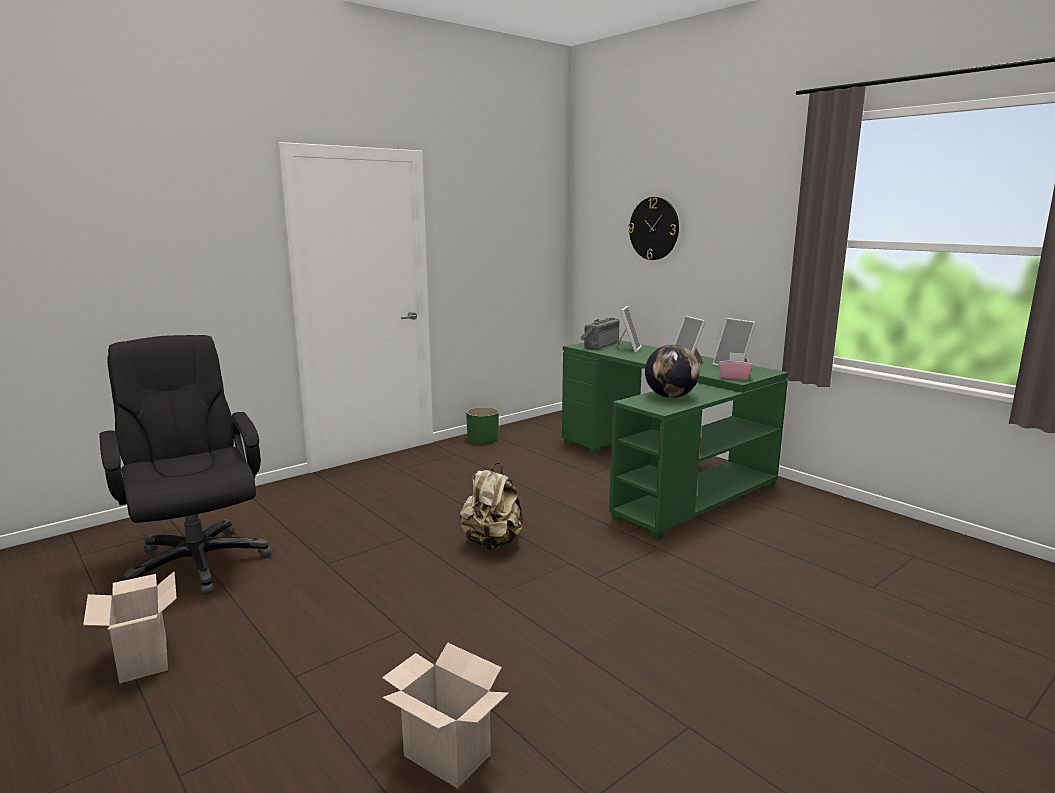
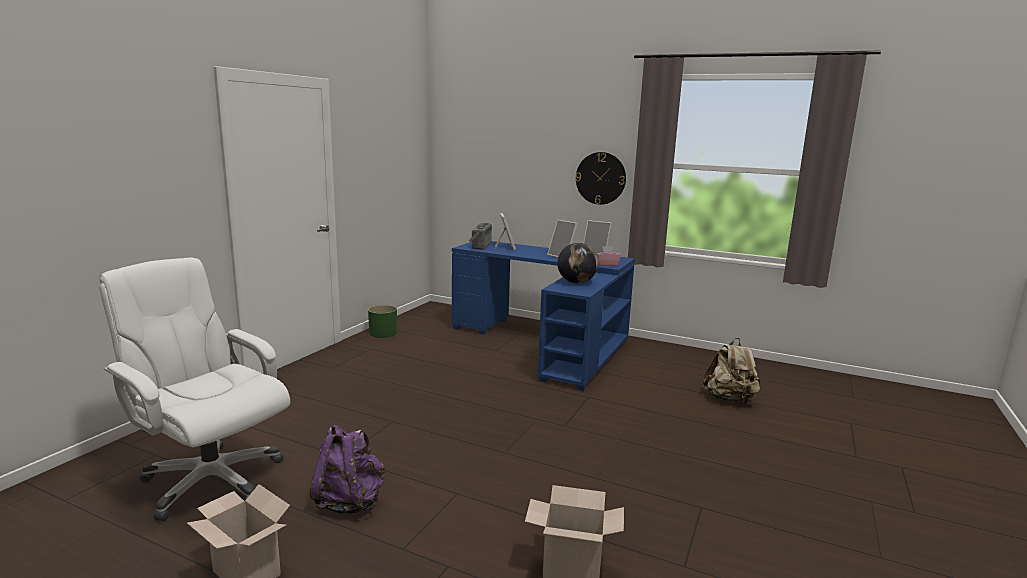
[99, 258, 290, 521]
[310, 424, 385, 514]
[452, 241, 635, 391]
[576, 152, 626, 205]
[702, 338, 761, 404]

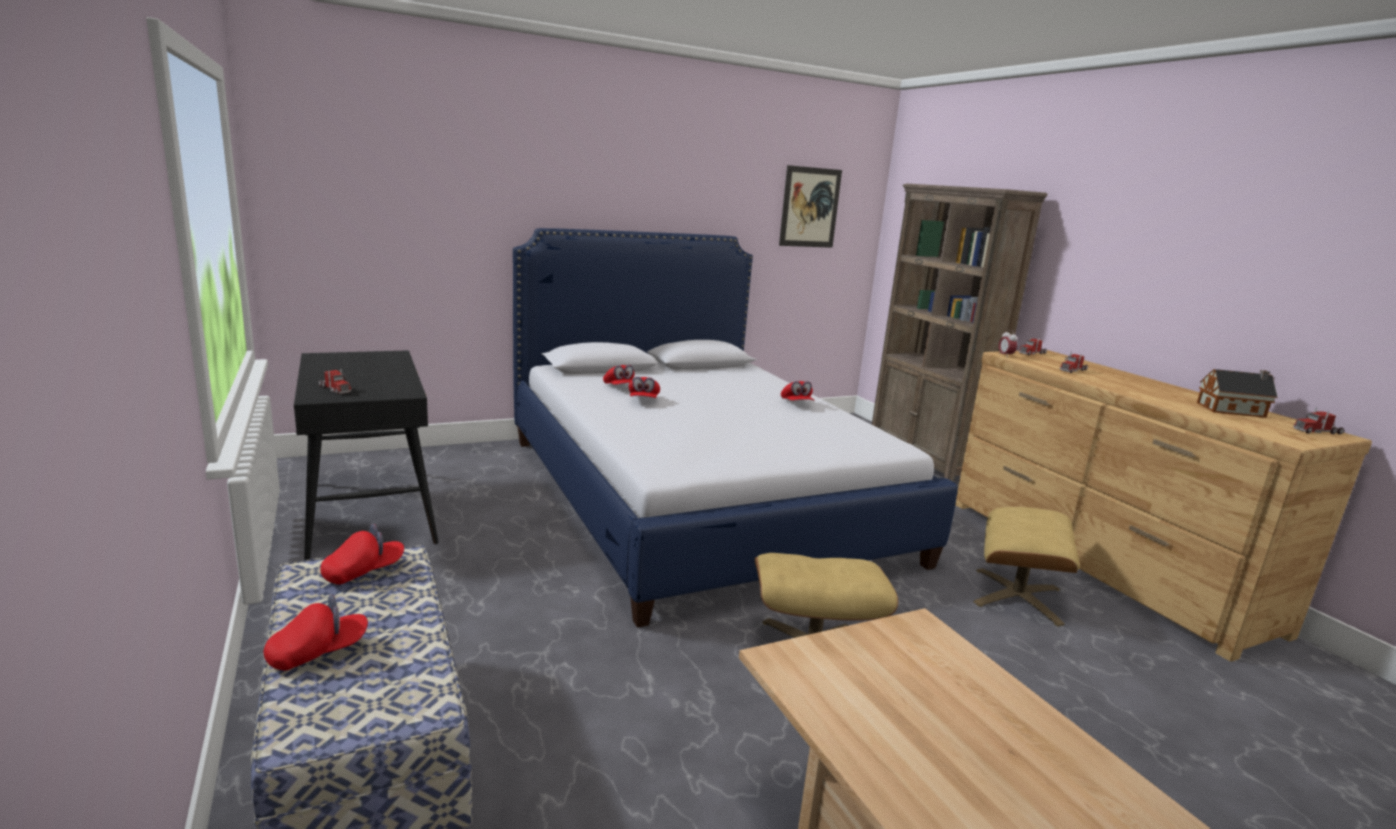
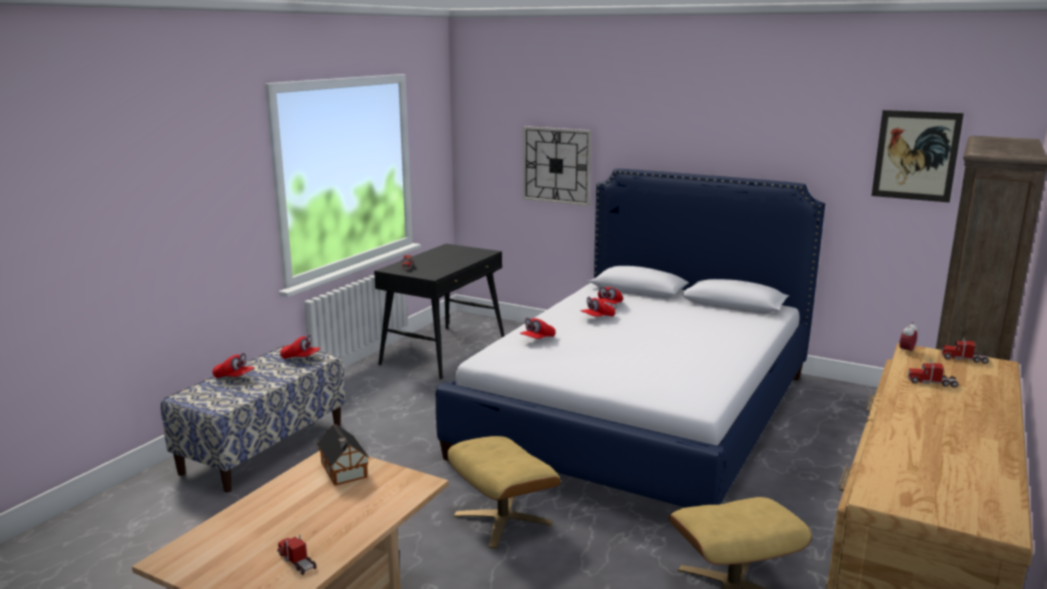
[277, 534, 317, 575]
[317, 424, 369, 486]
[520, 317, 556, 339]
[523, 126, 592, 206]

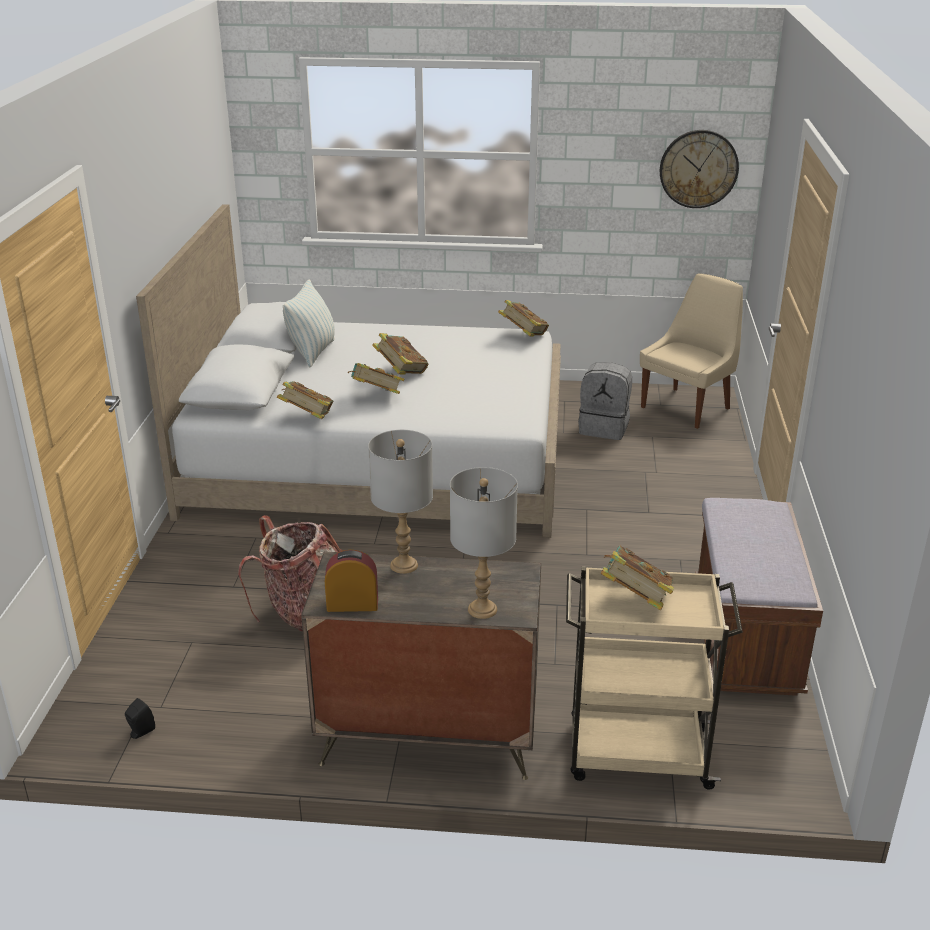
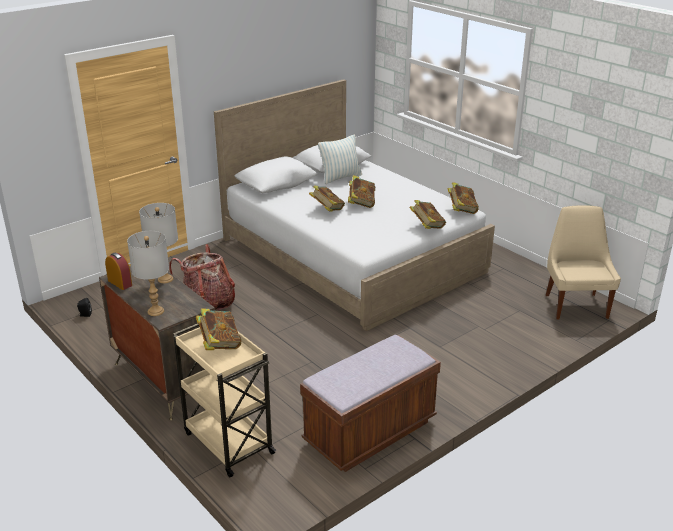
[409, 200, 446, 229]
[546, 205, 621, 320]
[578, 362, 632, 440] (first image)
[660, 130, 739, 208] (first image)

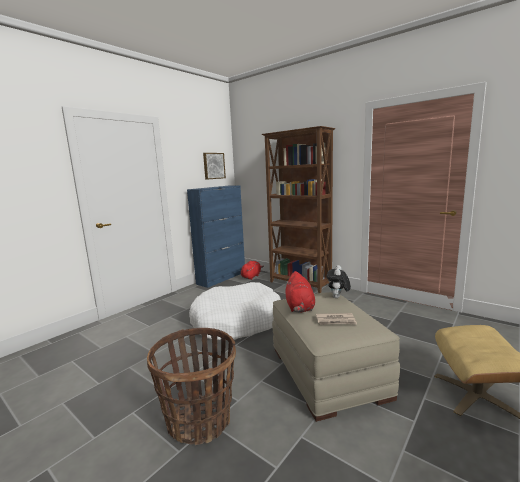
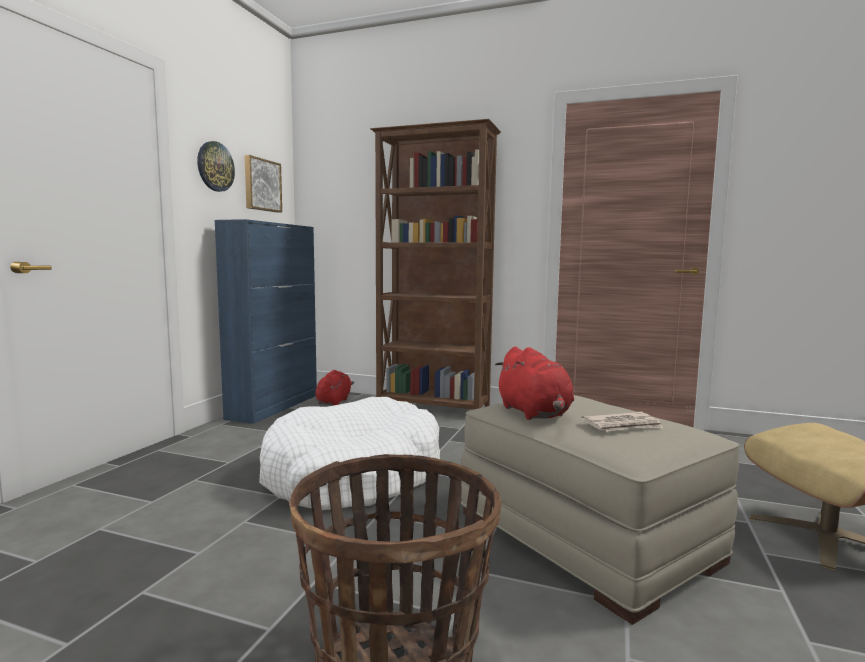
[197, 141, 235, 192]
[327, 265, 351, 298] (first image)

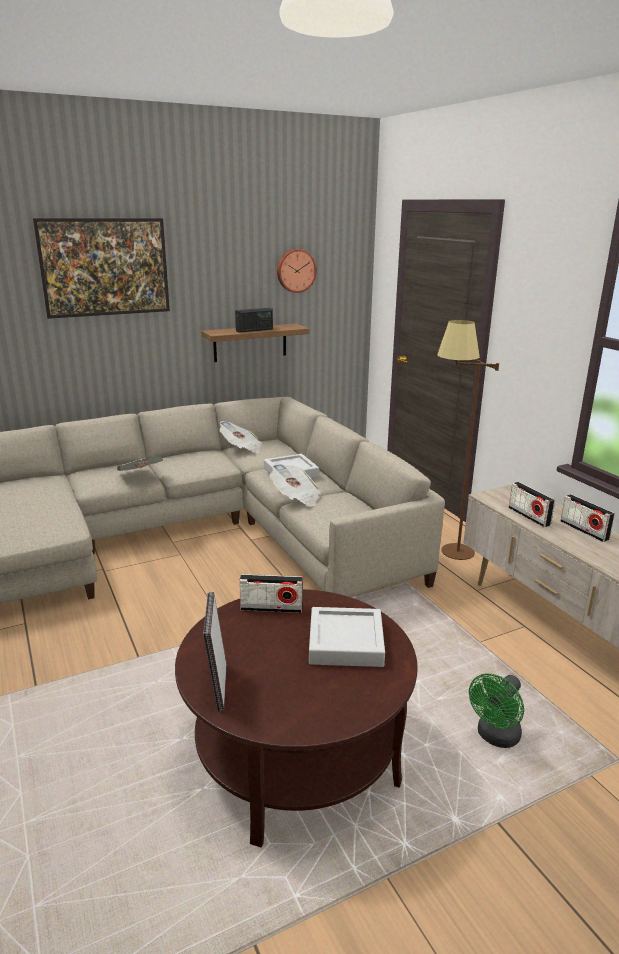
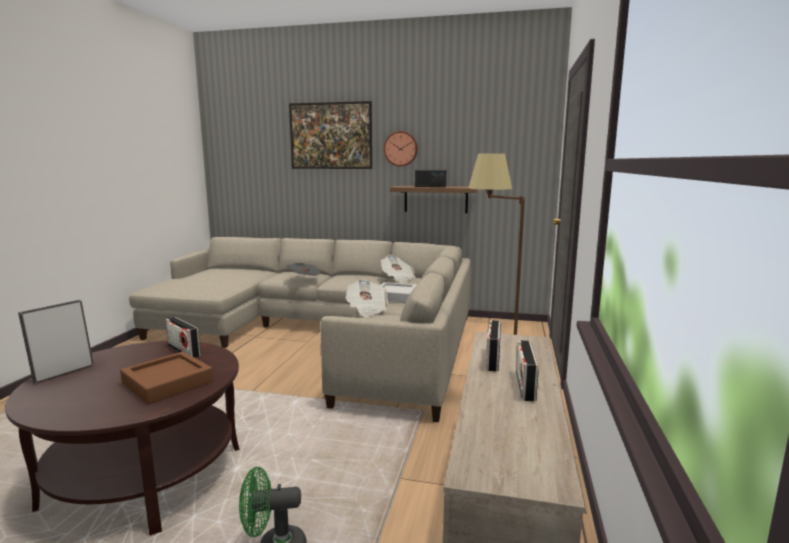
[120, 351, 213, 404]
[384, 131, 418, 166]

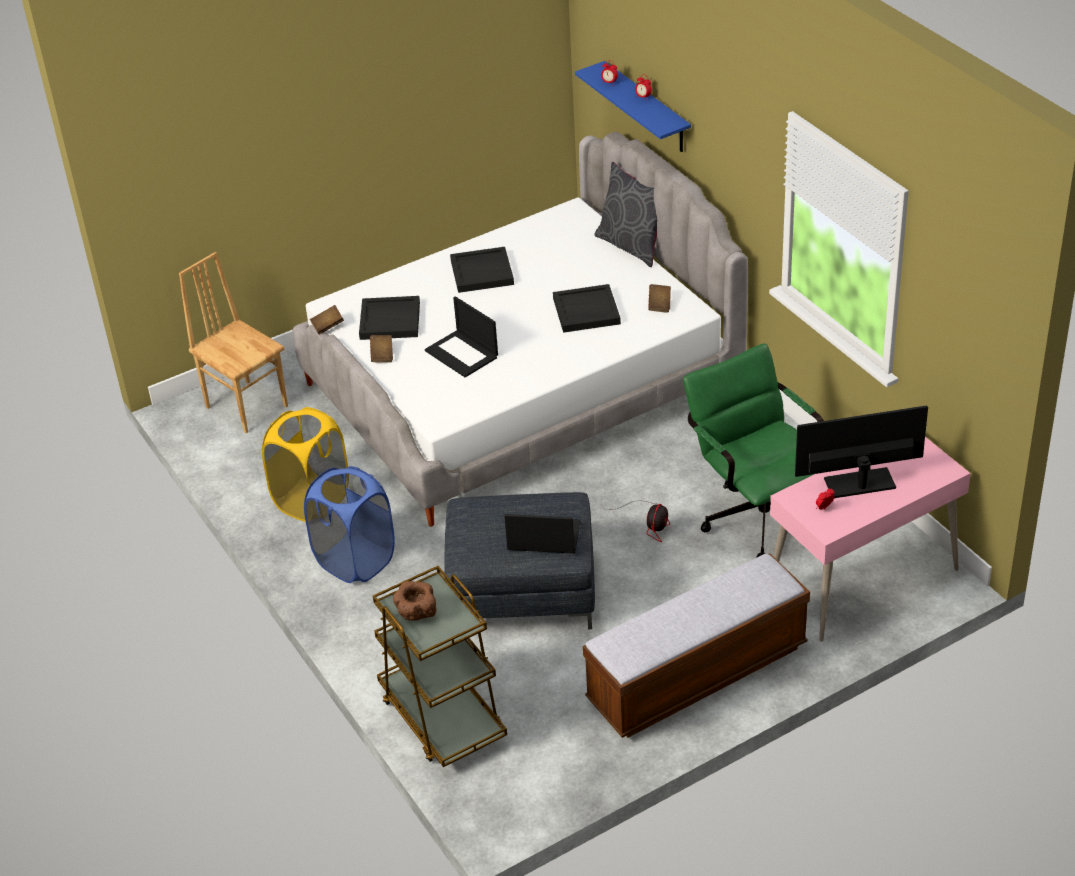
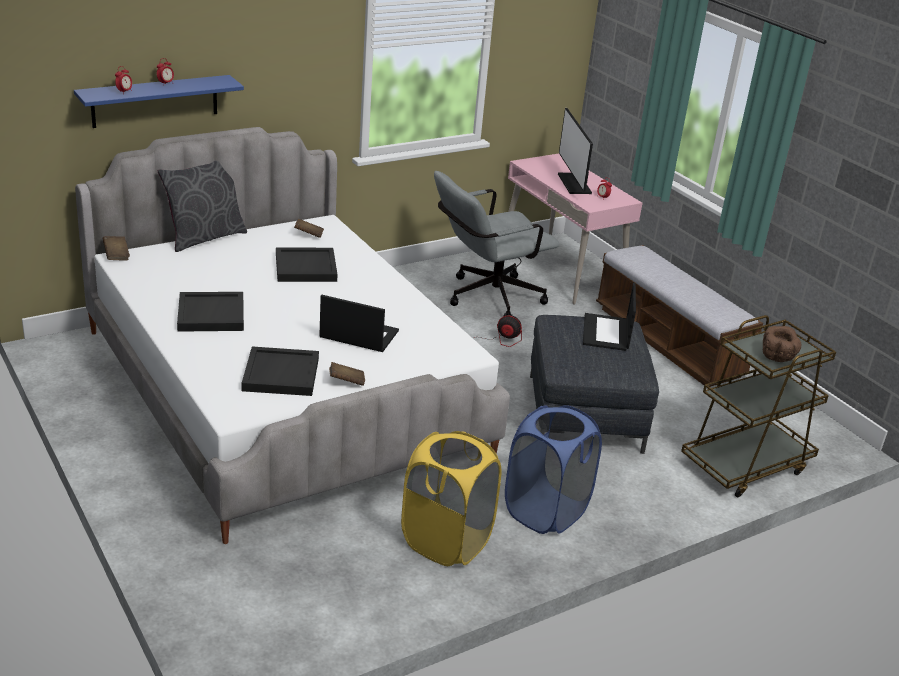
[103, 236, 130, 260]
[319, 295, 399, 352]
[434, 171, 560, 316]
[179, 252, 288, 433] (first image)

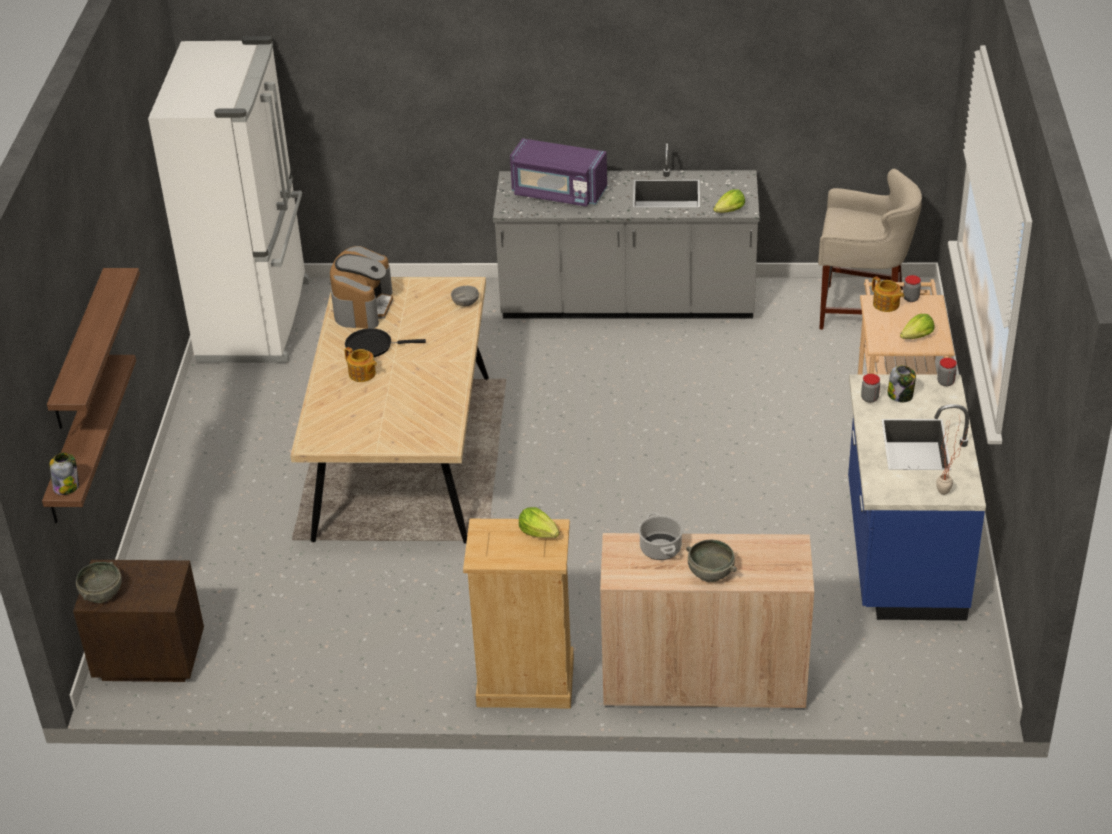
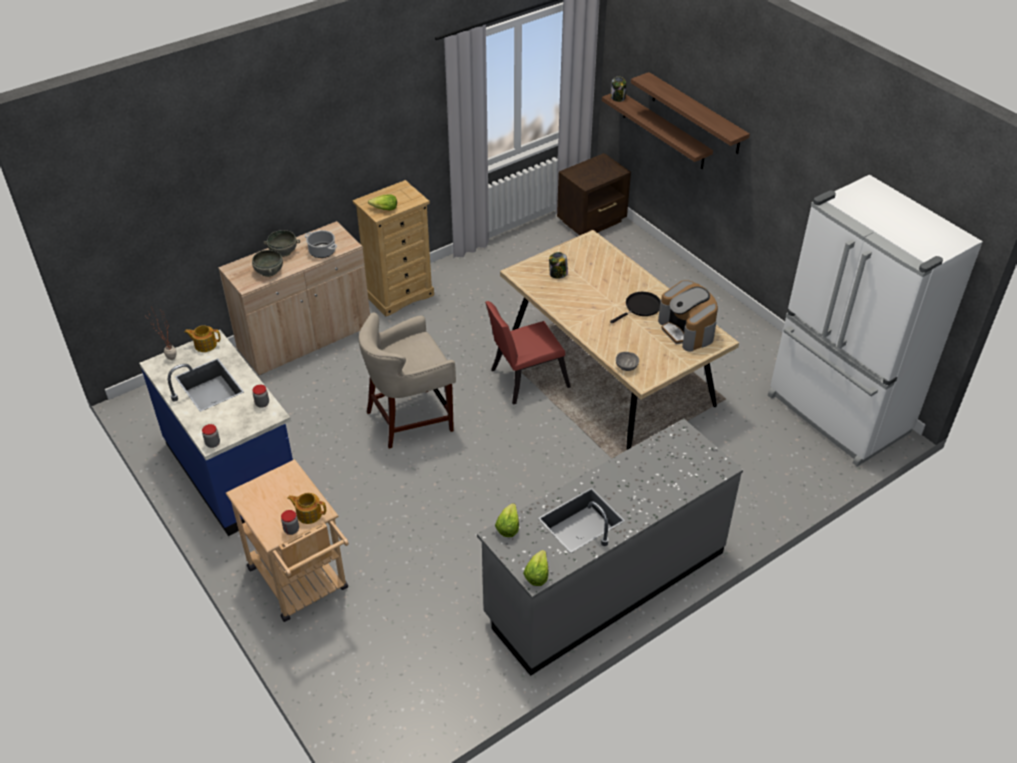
[184, 325, 221, 352]
[252, 250, 283, 277]
[359, 313, 456, 449]
[485, 301, 571, 405]
[523, 550, 549, 586]
[549, 252, 568, 279]
[510, 138, 607, 207] (first image)

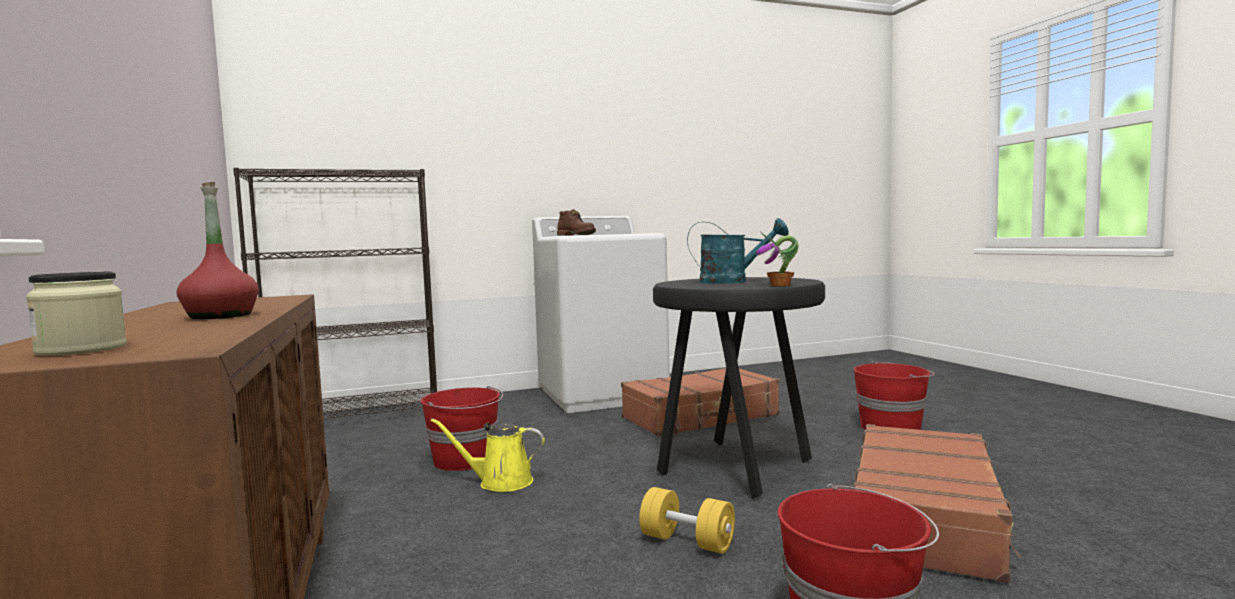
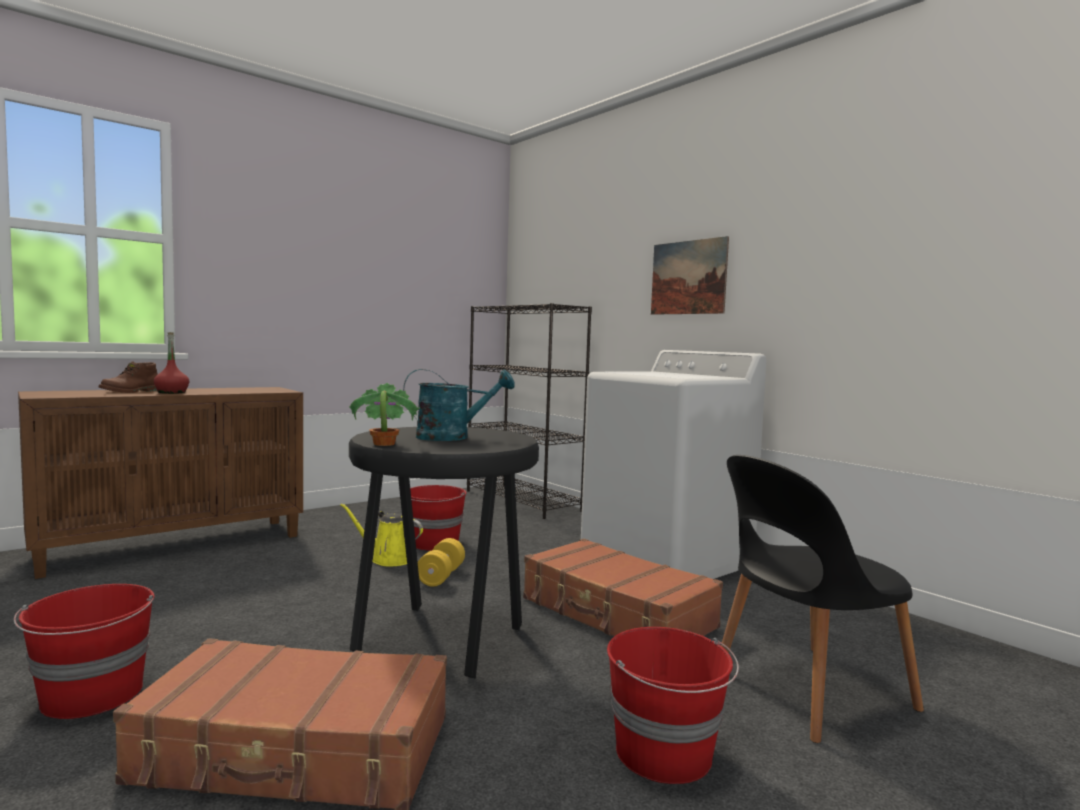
[99, 362, 158, 393]
[340, 503, 423, 567]
[403, 369, 515, 441]
[418, 538, 465, 587]
[651, 236, 729, 315]
[721, 455, 924, 743]
[26, 271, 127, 356] (first image)

